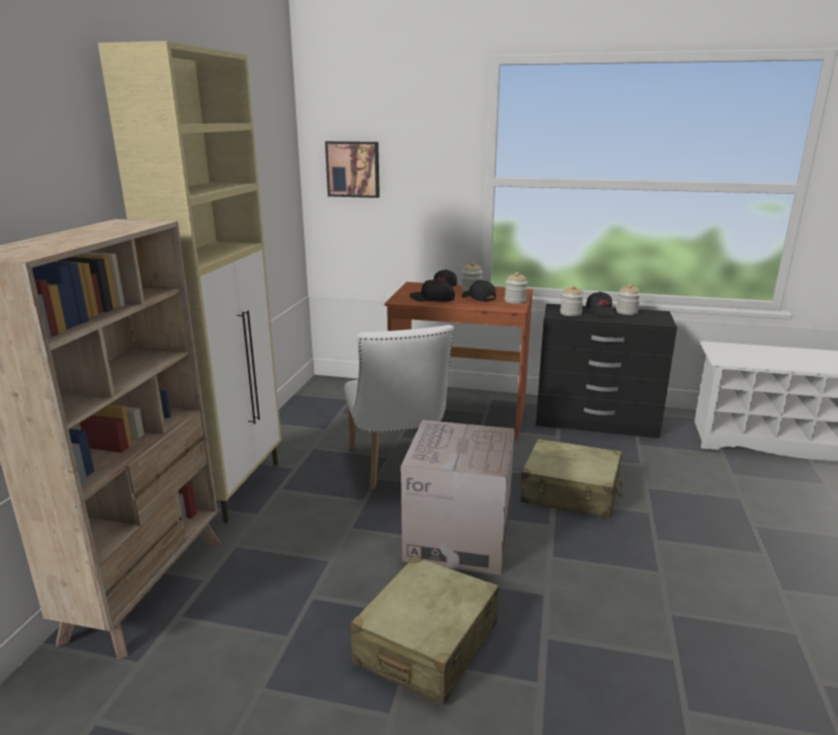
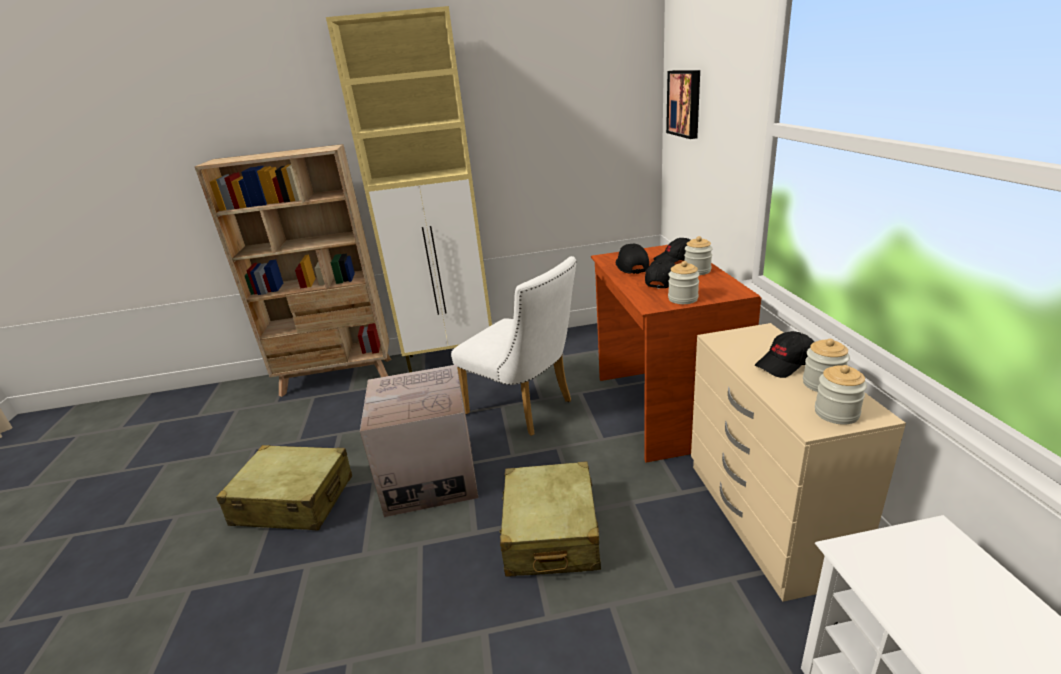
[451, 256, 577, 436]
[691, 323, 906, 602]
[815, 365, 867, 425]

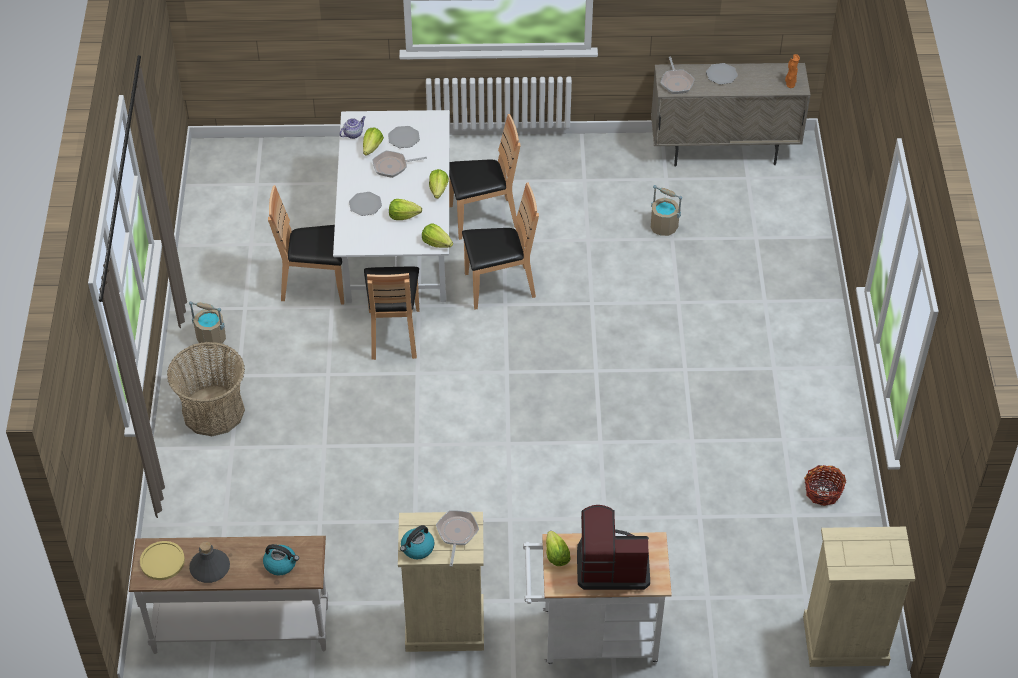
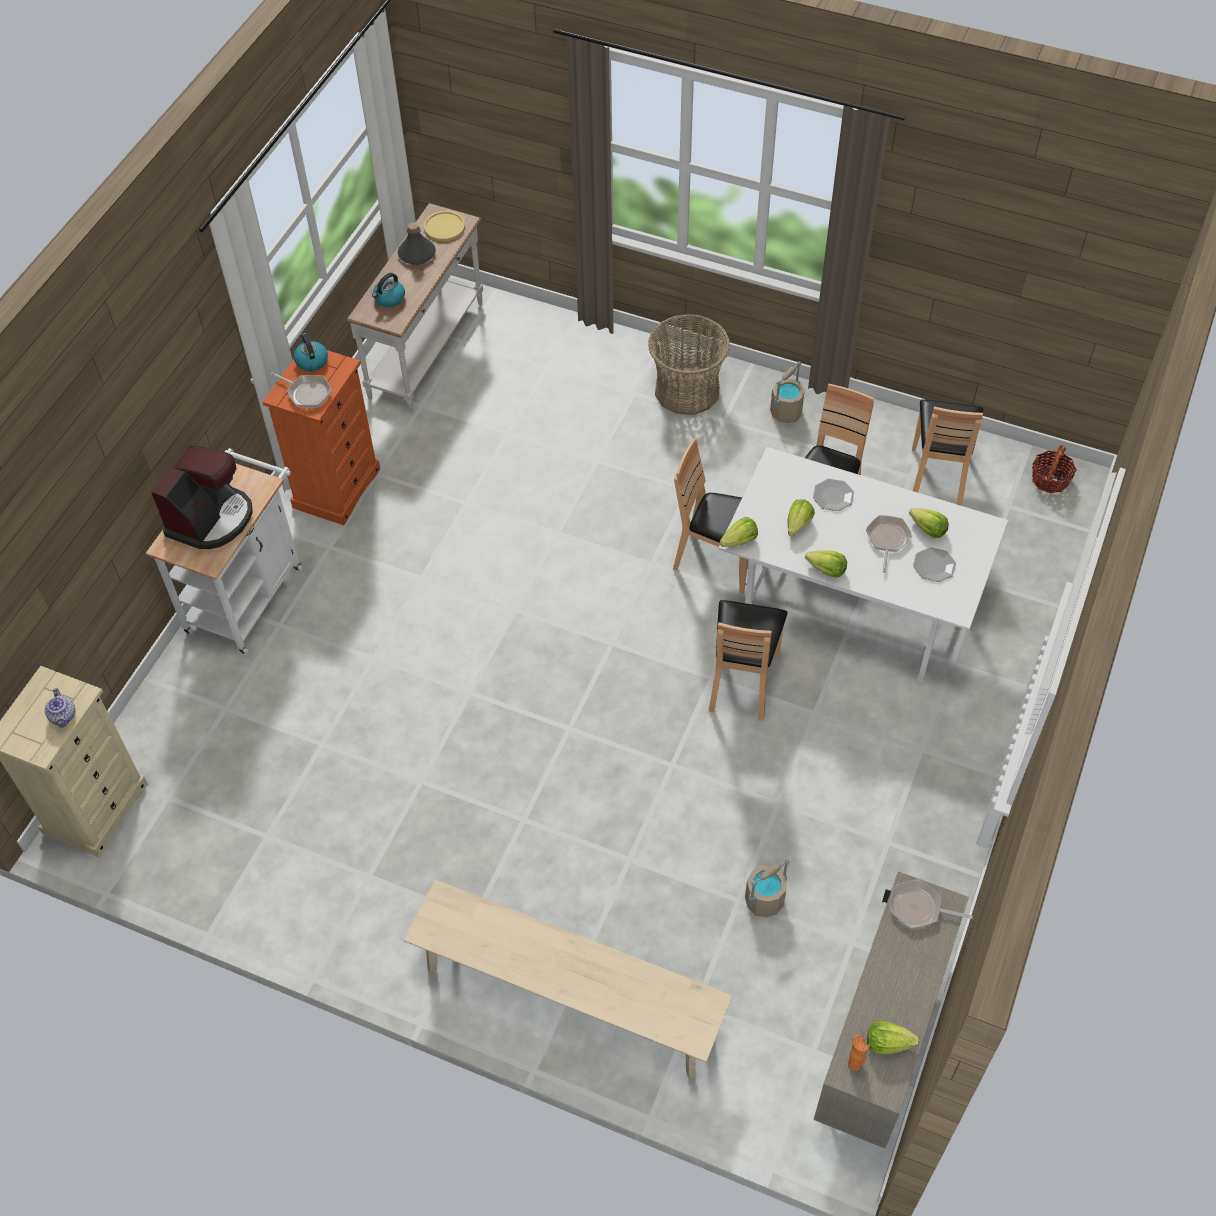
[45, 688, 75, 728]
[263, 350, 380, 525]
[403, 879, 733, 1078]
[867, 1020, 919, 1054]
[912, 399, 984, 506]
[1032, 445, 1077, 493]
[706, 63, 738, 84] (first image)

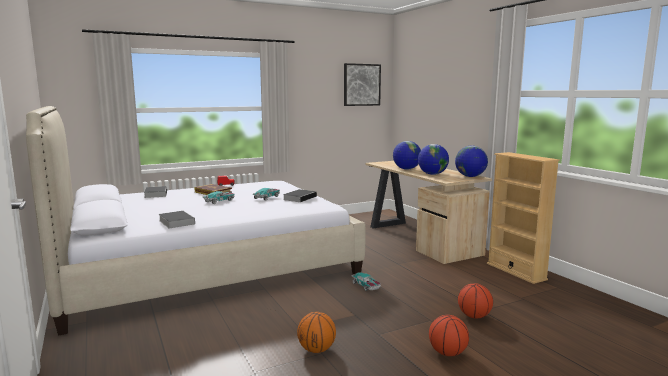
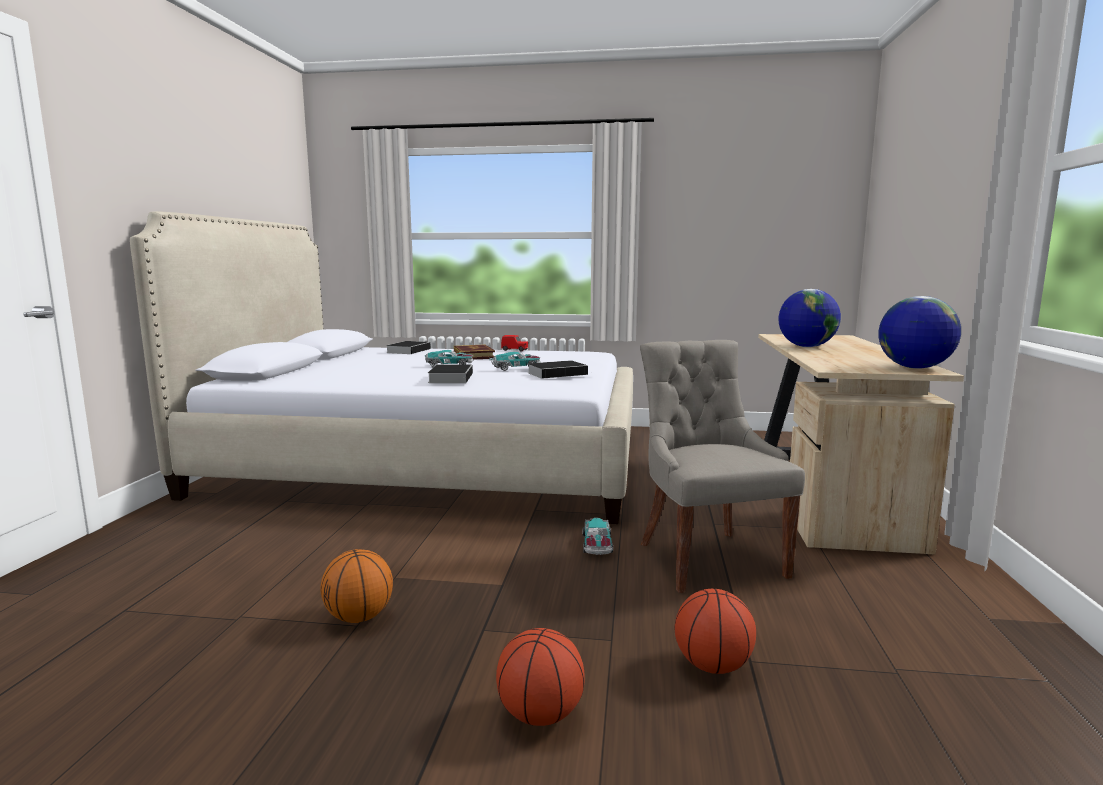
[428, 365, 473, 383]
[640, 340, 805, 593]
[344, 63, 381, 106] (first image)
[418, 144, 449, 175] (first image)
[487, 152, 560, 284] (first image)

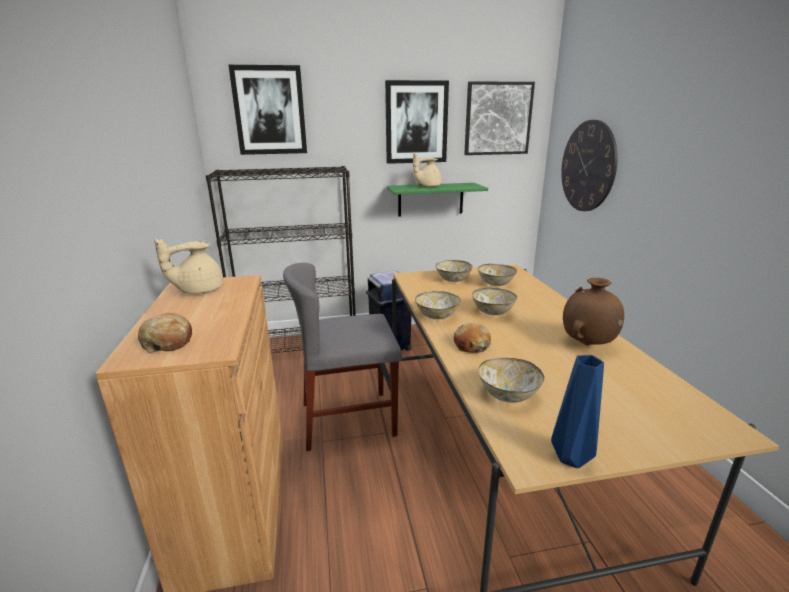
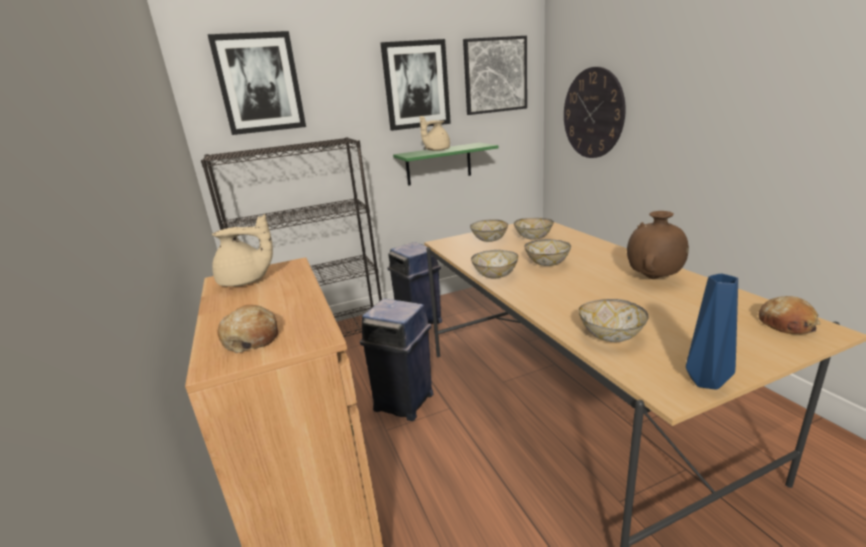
[212, 214, 273, 287]
[360, 298, 433, 421]
[759, 296, 821, 334]

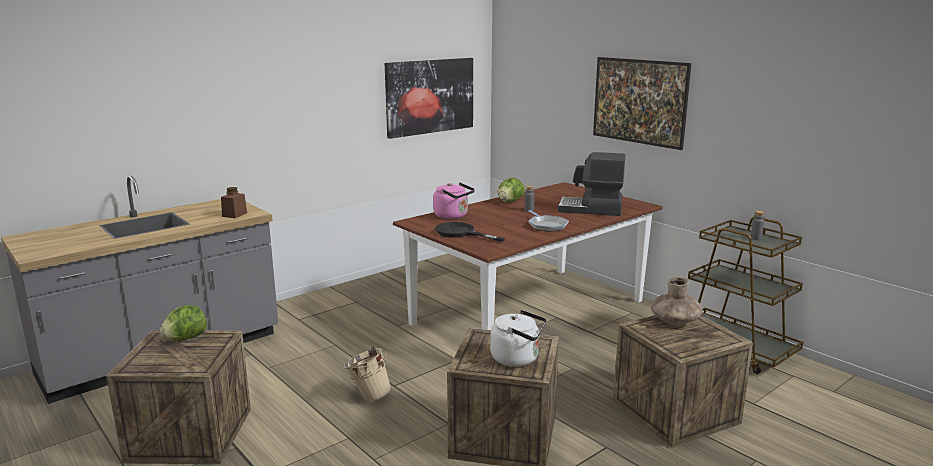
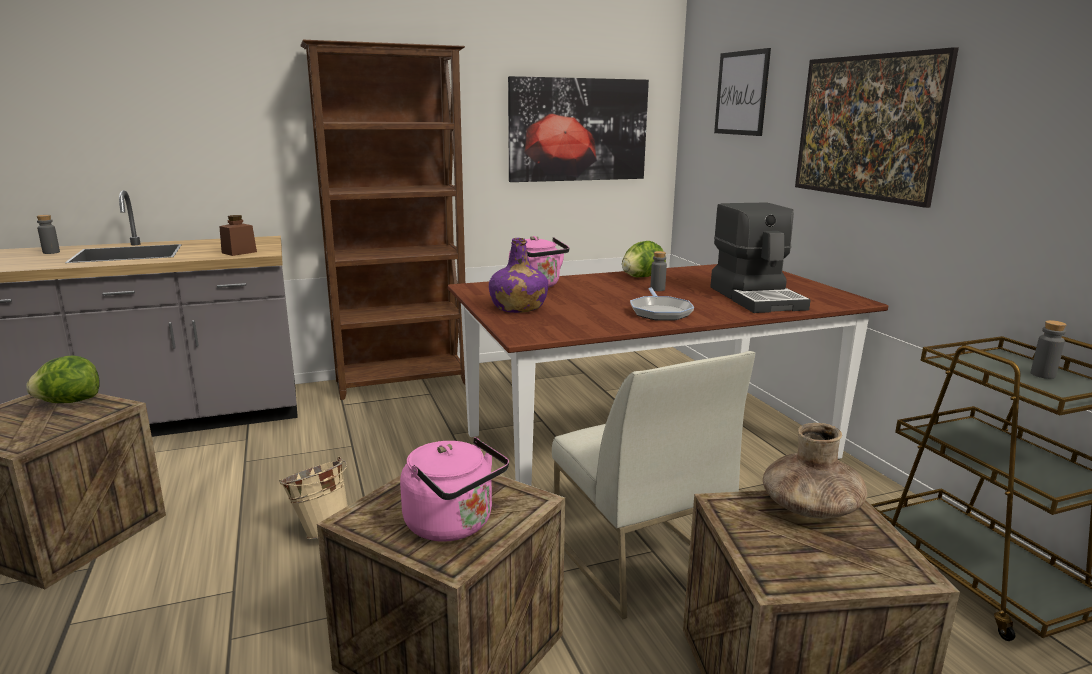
[37, 215, 60, 254]
[300, 40, 465, 400]
[400, 437, 509, 542]
[489, 238, 548, 313]
[552, 351, 756, 619]
[710, 202, 811, 313]
[714, 48, 771, 136]

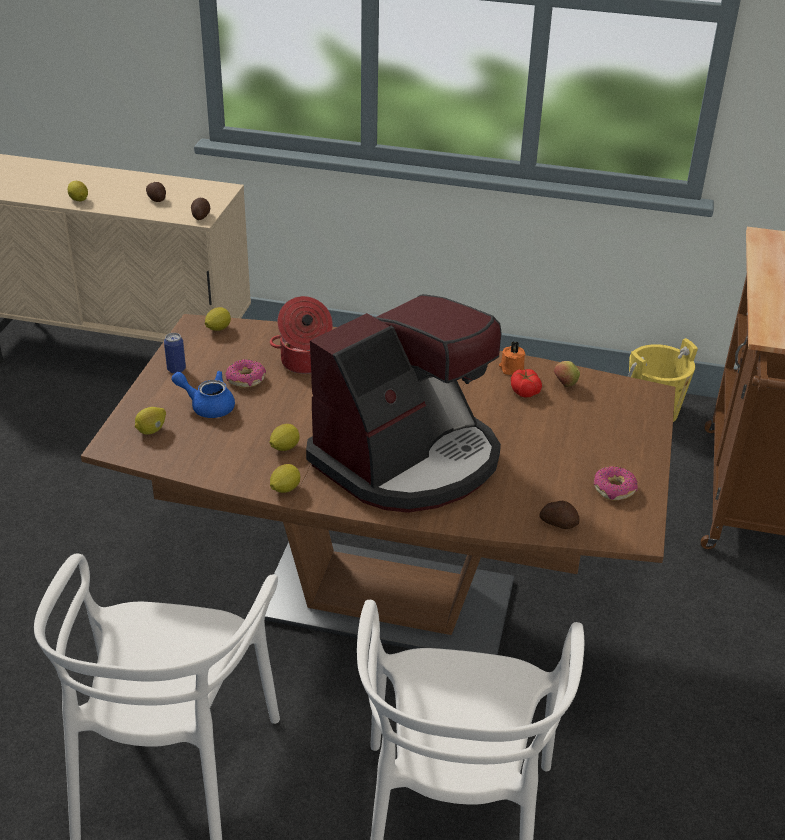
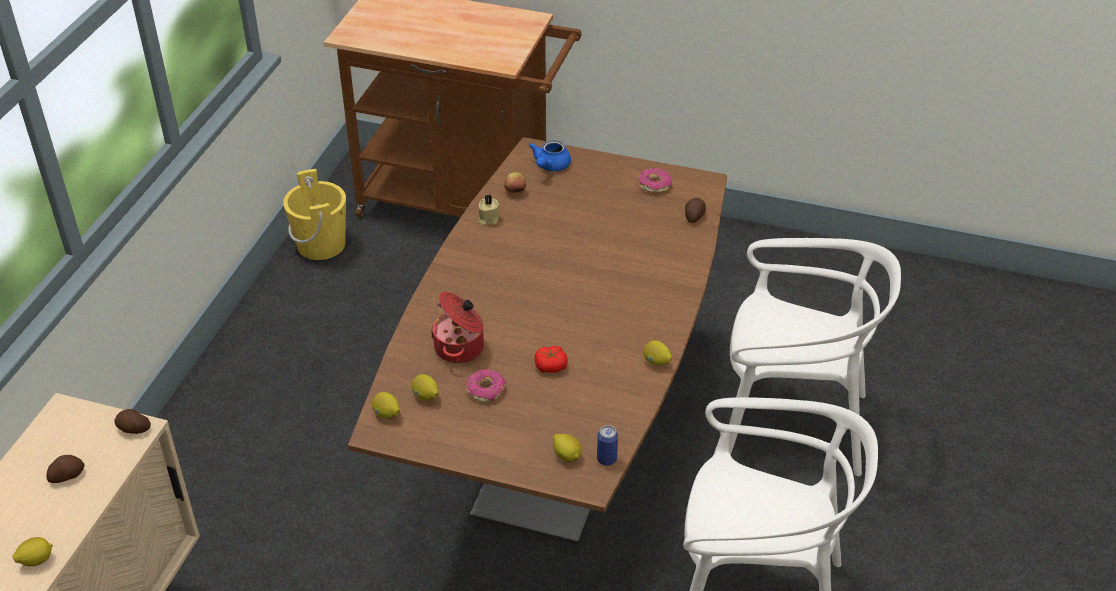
[411, 374, 439, 401]
[478, 195, 499, 226]
[529, 140, 571, 171]
[535, 346, 568, 373]
[597, 425, 618, 466]
[306, 294, 502, 513] (first image)

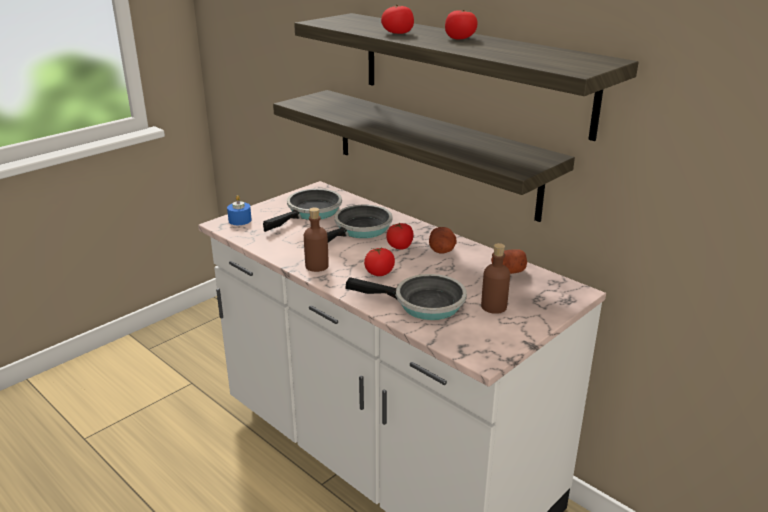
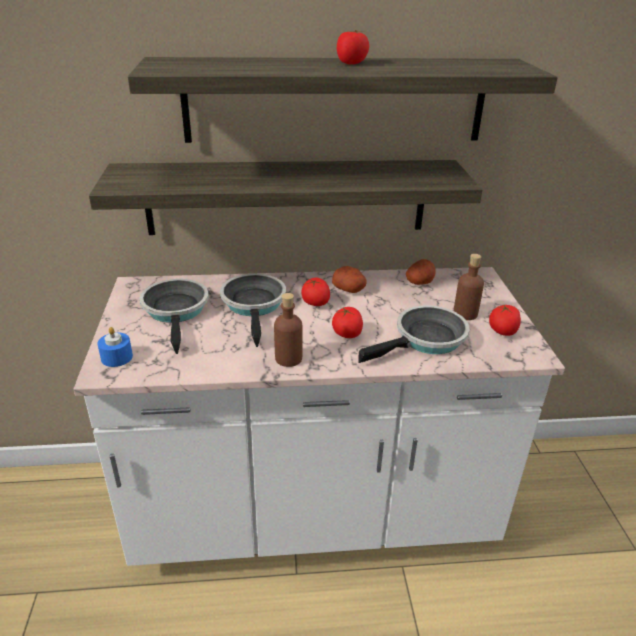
[489, 305, 521, 336]

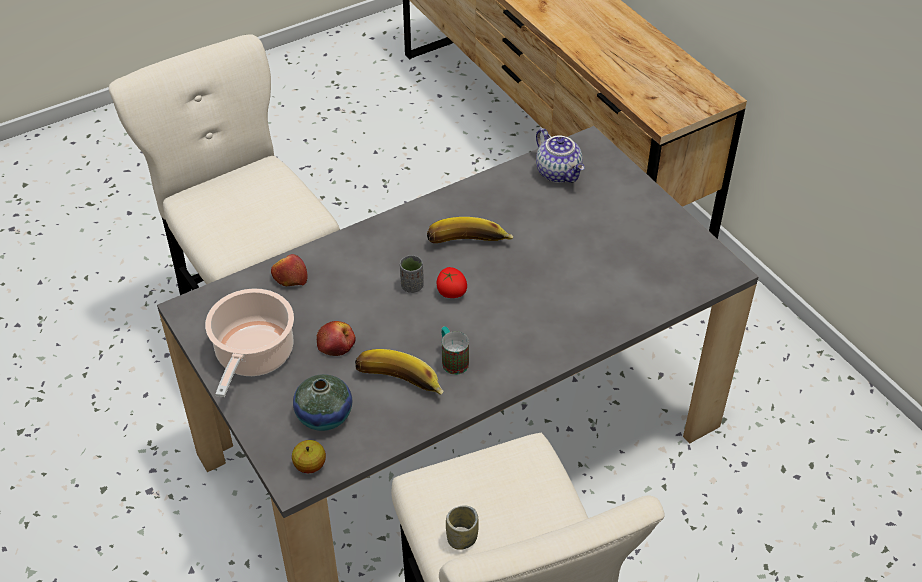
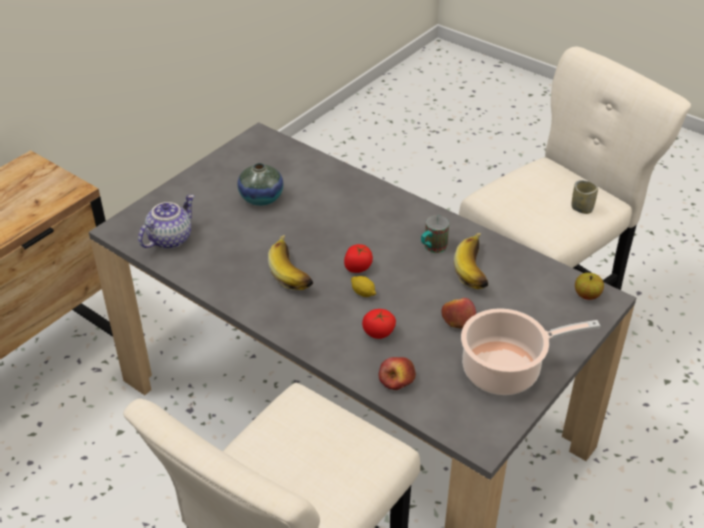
[237, 163, 283, 206]
[351, 276, 376, 297]
[362, 309, 396, 339]

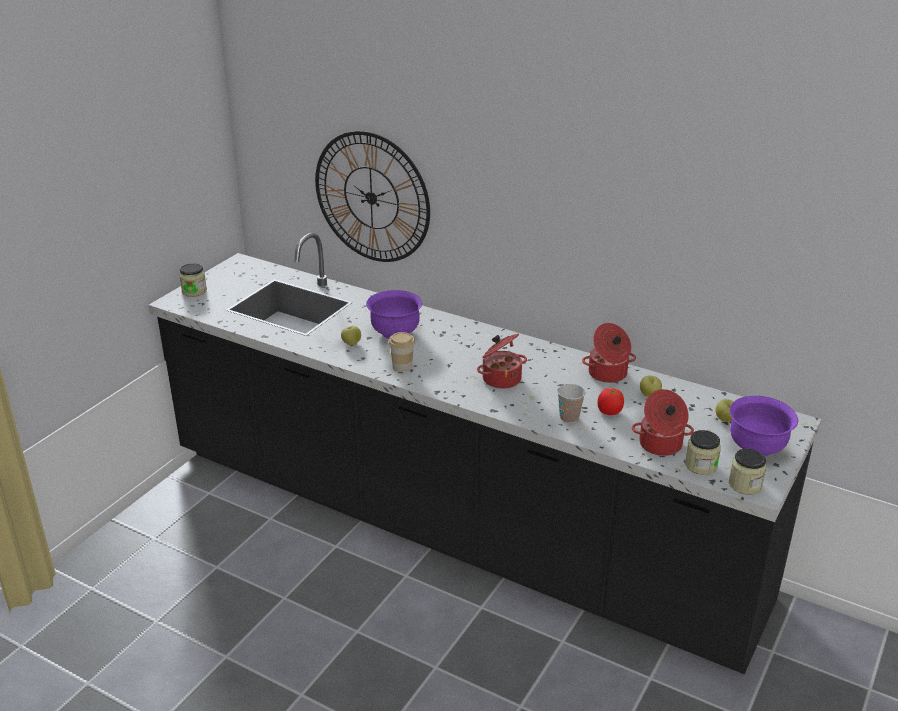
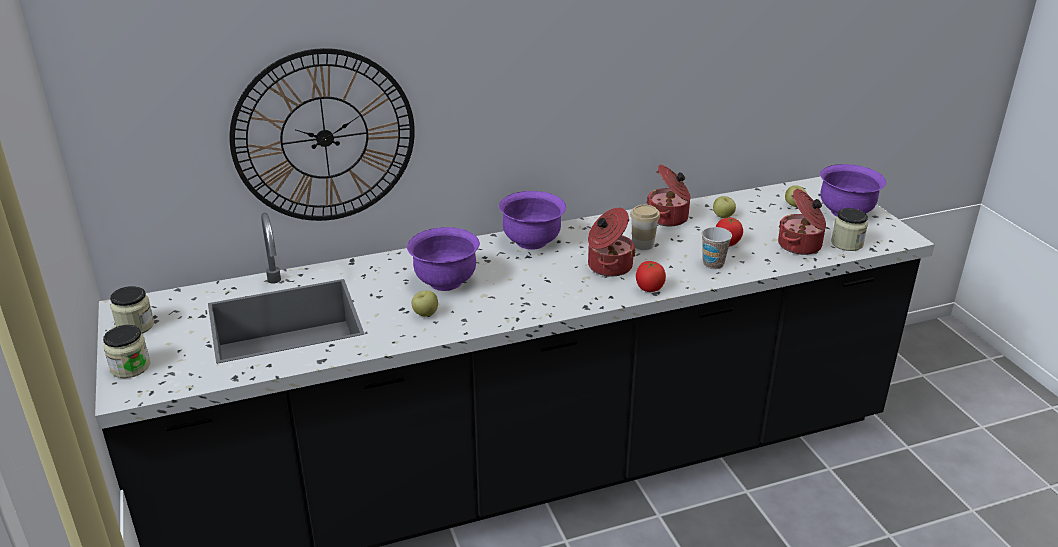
[110, 286, 154, 334]
[499, 191, 566, 250]
[630, 205, 660, 250]
[636, 261, 666, 292]

